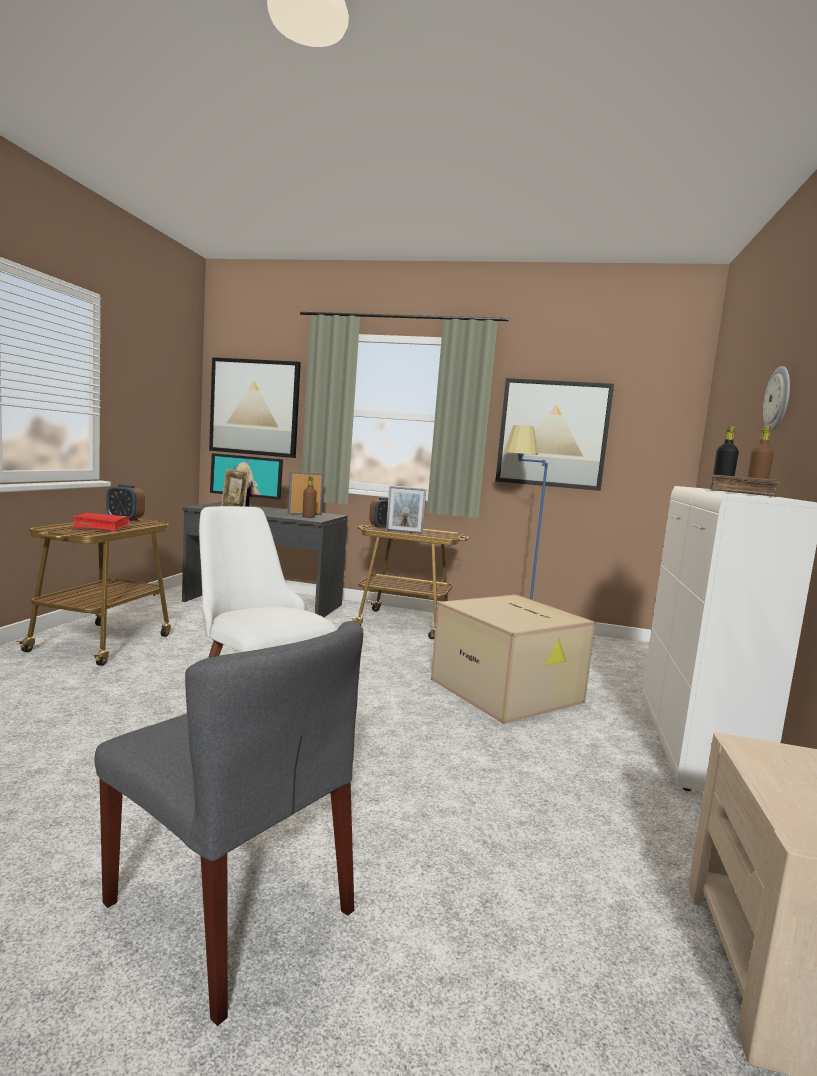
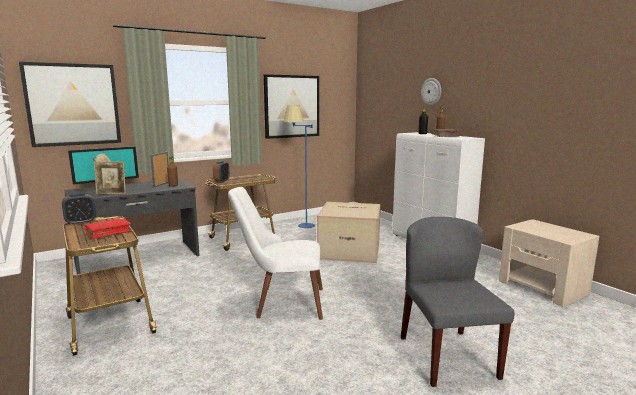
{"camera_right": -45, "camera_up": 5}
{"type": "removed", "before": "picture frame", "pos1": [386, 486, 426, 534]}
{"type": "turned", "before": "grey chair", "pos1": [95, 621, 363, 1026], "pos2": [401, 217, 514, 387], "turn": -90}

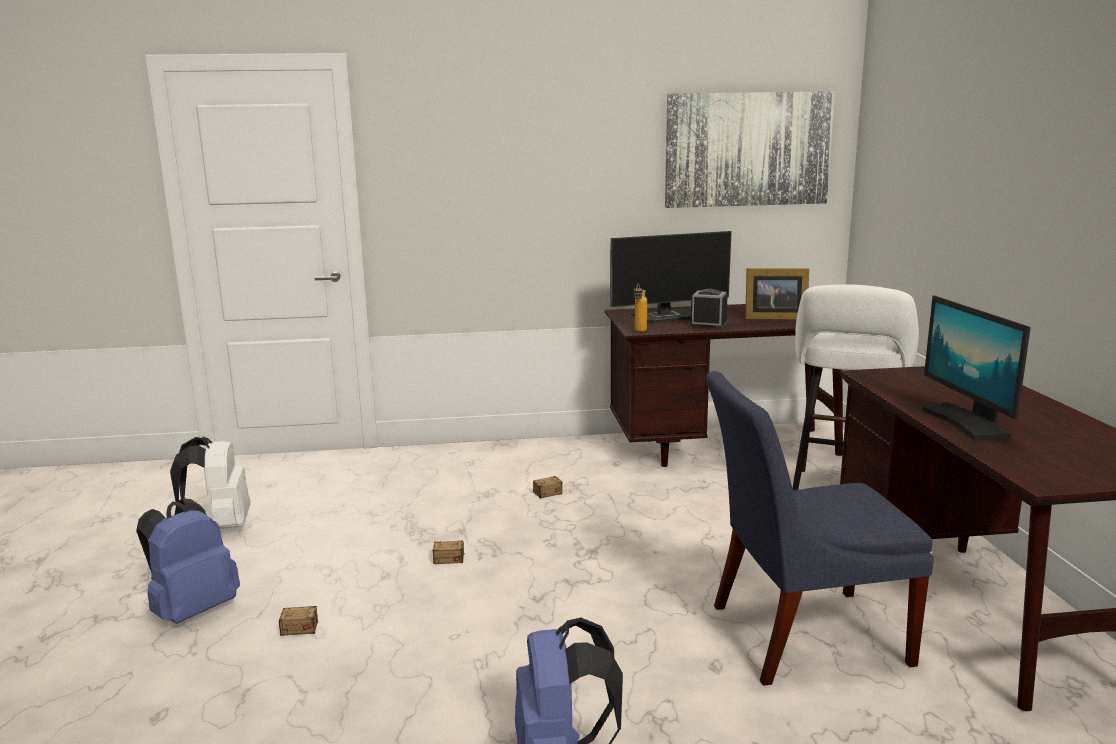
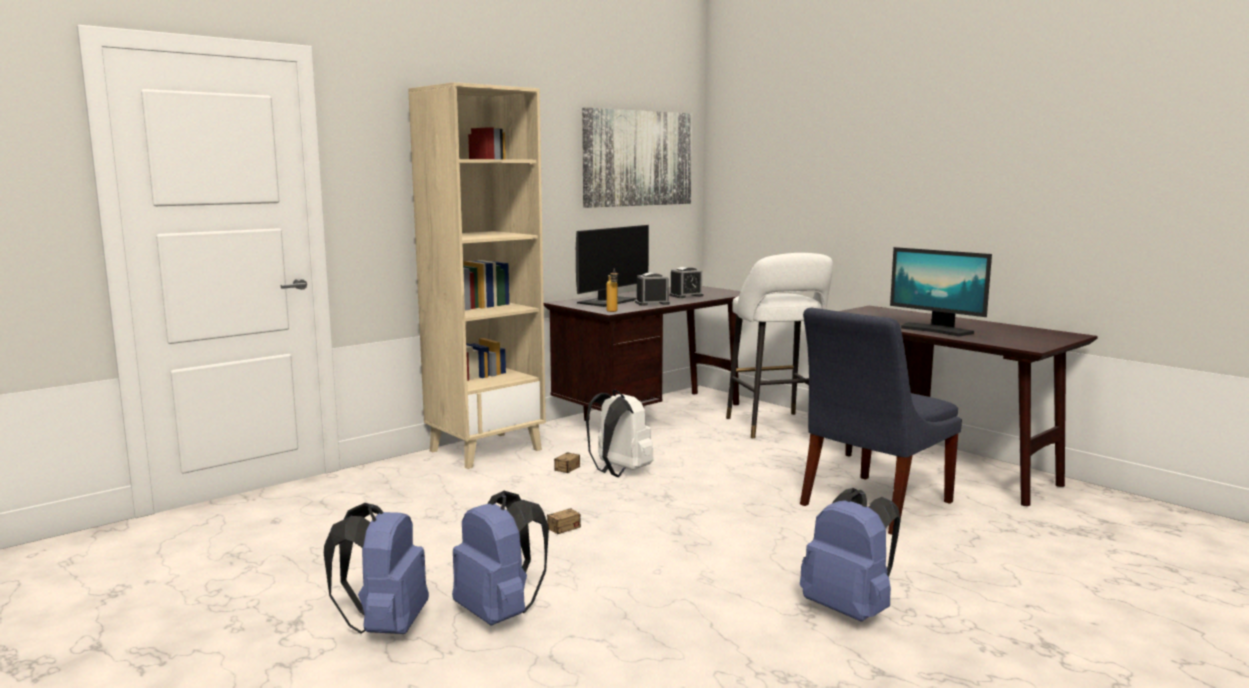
{"camera_right": -35, "camera_up": -5}
{"type": "added", "after": "beige bookcase", "pos2": [408, 82, 546, 469]}
{"type": "moved", "before": "white backpack", "pos1": [170, 437, 251, 529], "pos2": [586, 390, 654, 477]}
{"type": "replaced", "before": "storage box", "after": "blue backpack", "pos1": [226, 585, 318, 636], "pos2": [452, 491, 549, 625]}
{"type": "replaced", "before": "picture frame", "after": "alarm clock", "pos1": [745, 268, 809, 320], "pos2": [669, 267, 703, 298]}

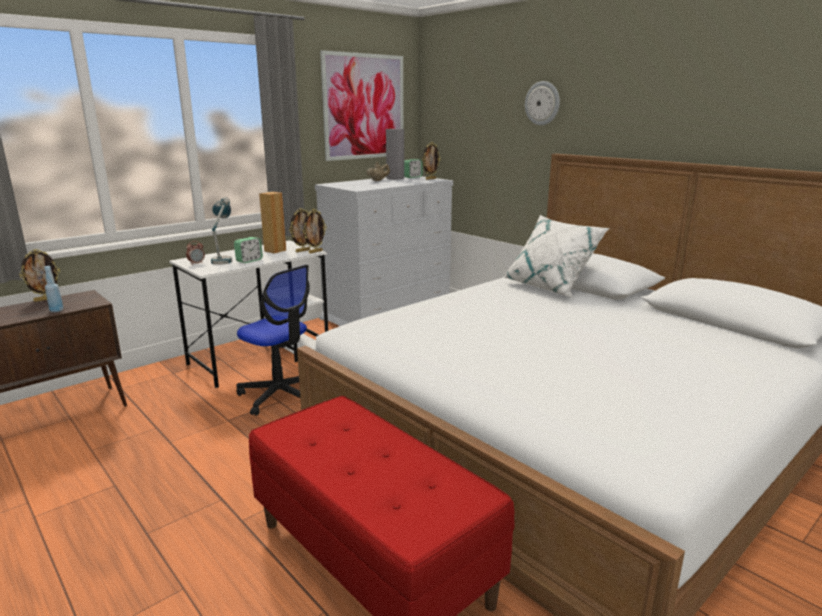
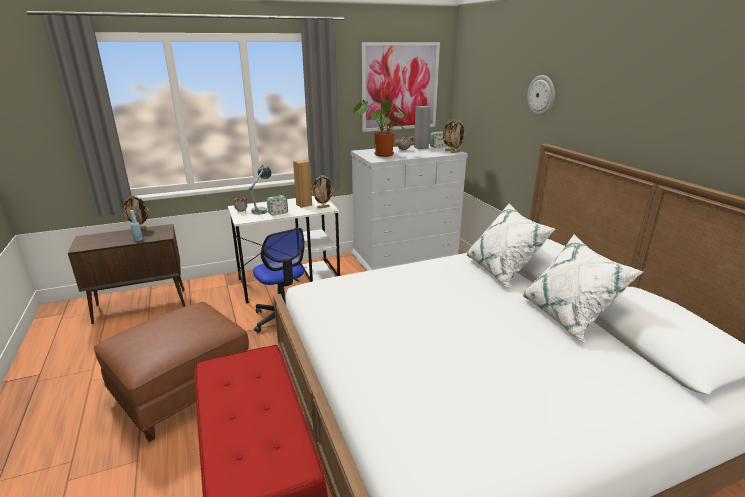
{"camera_right": 20, "camera_up": 5}
{"type": "added", "after": "brown ottoman", "pos2": [94, 302, 249, 442]}
{"type": "added", "after": "potted plant", "pos2": [353, 99, 412, 157]}
{"type": "added", "after": "white pillow", "pos2": [521, 235, 643, 343]}
{"type": "moved", "before": "picture frame", "pos1": [303, 209, 327, 254], "pos2": [448, 121, 466, 153]}

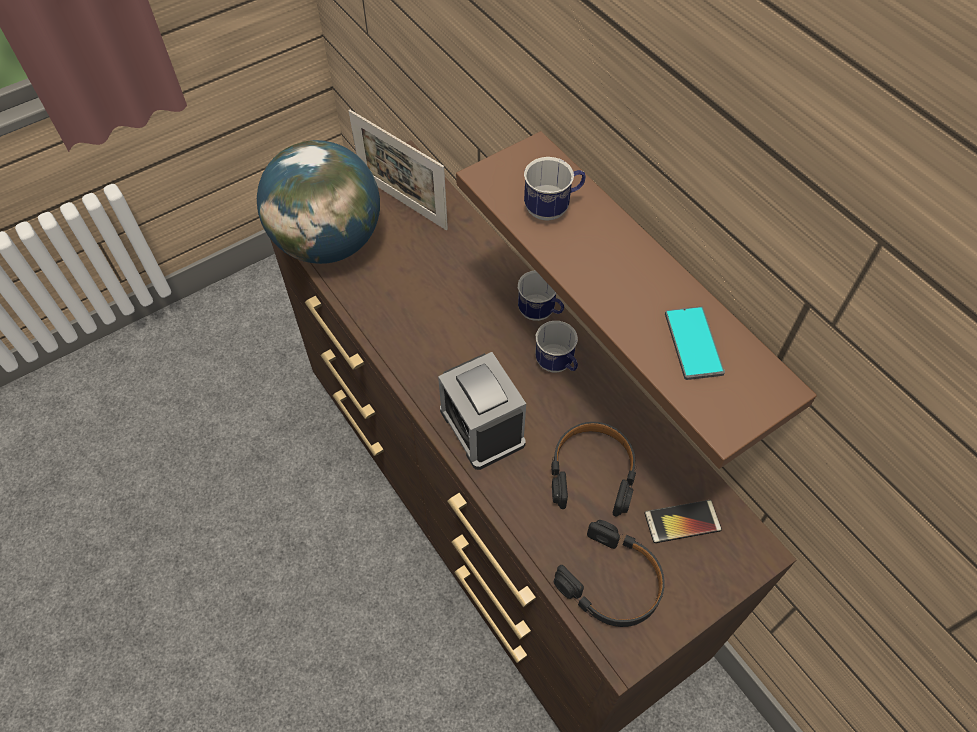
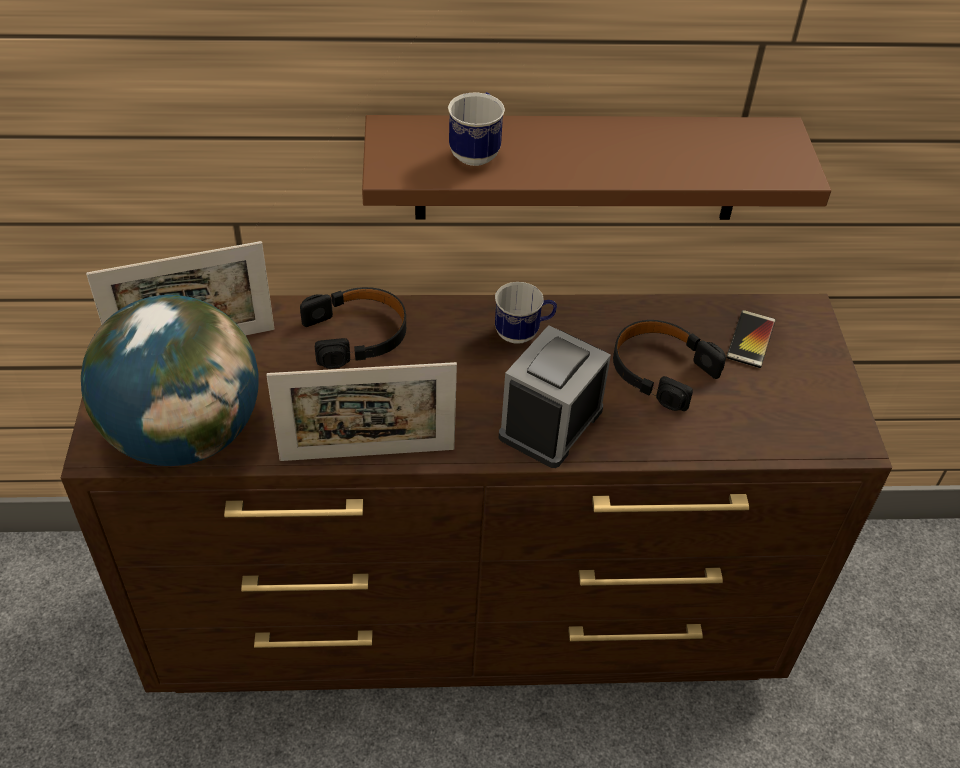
{"camera_right": -60, "camera_up": -10}
{"type": "removed", "before": "mug", "pos1": [518, 270, 564, 321]}
{"type": "removed", "before": "phone", "pos1": [665, 306, 725, 380]}
{"type": "added", "after": "picture frame", "pos2": [266, 362, 457, 461]}
{"type": "moved", "before": "black headphones", "pos1": [554, 520, 665, 627], "pos2": [300, 287, 406, 369]}
{"type": "turned", "before": "alarm clock", "pos1": [438, 352, 526, 470], "pos2": [499, 325, 611, 468], "turn": 120}

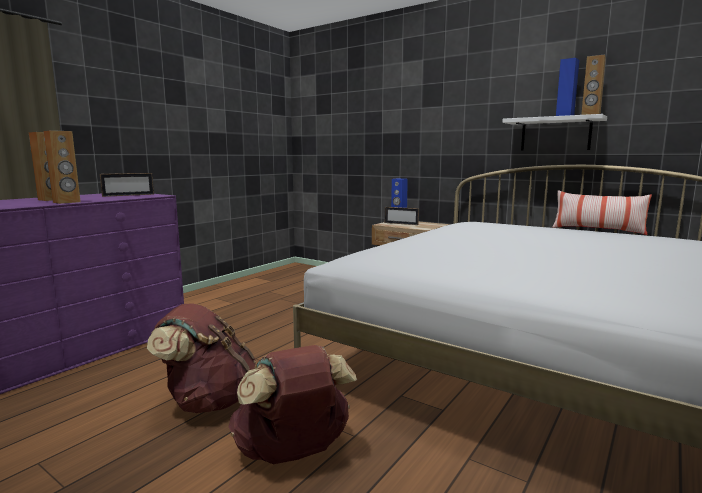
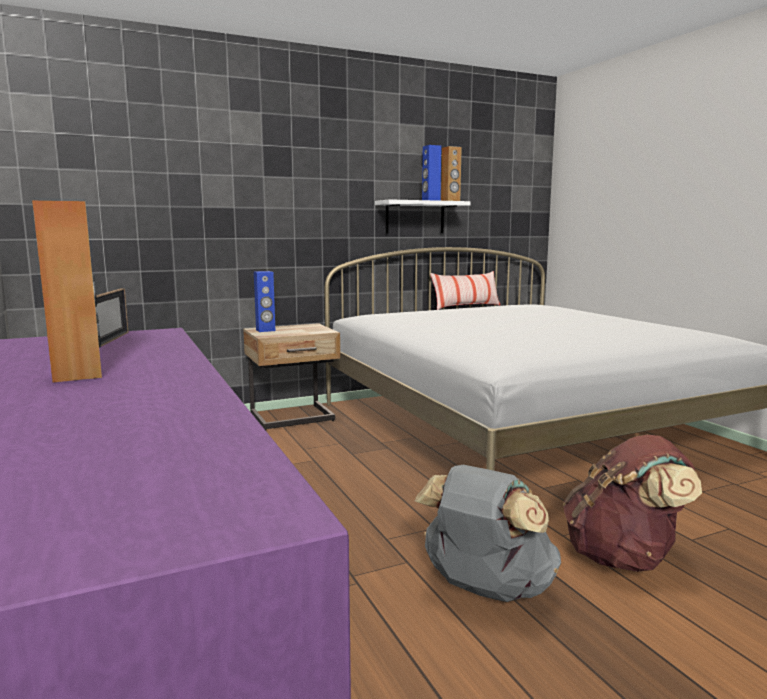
{"camera_right": -60, "camera_up": 0}
{"type": "removed", "before": "brown speaker", "pos1": [44, 130, 81, 204]}
{"type": "removed", "before": "picture frame", "pos1": [385, 207, 419, 225]}
{"type": "recoloured", "before": "brown backpack", "after": "grey backpack", "pos1": [147, 303, 256, 413], "pos2": [415, 465, 561, 602]}

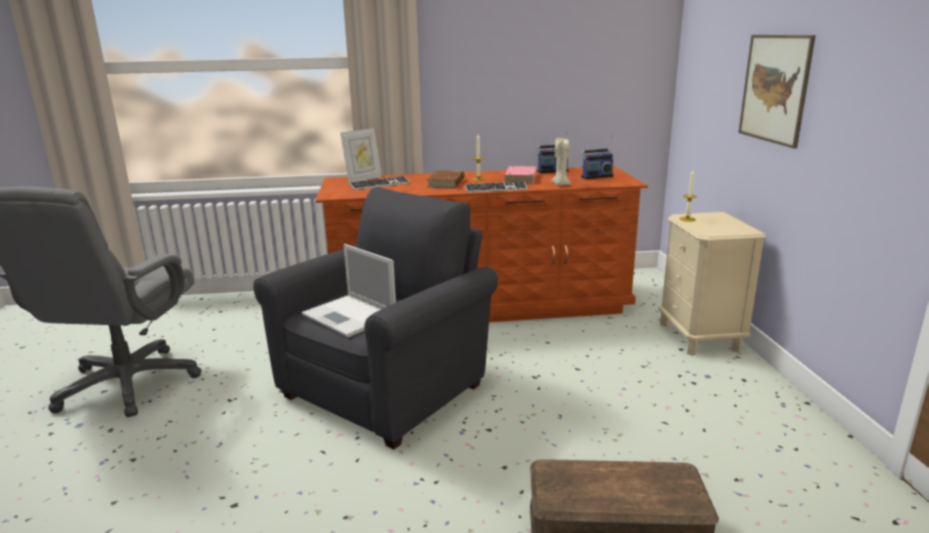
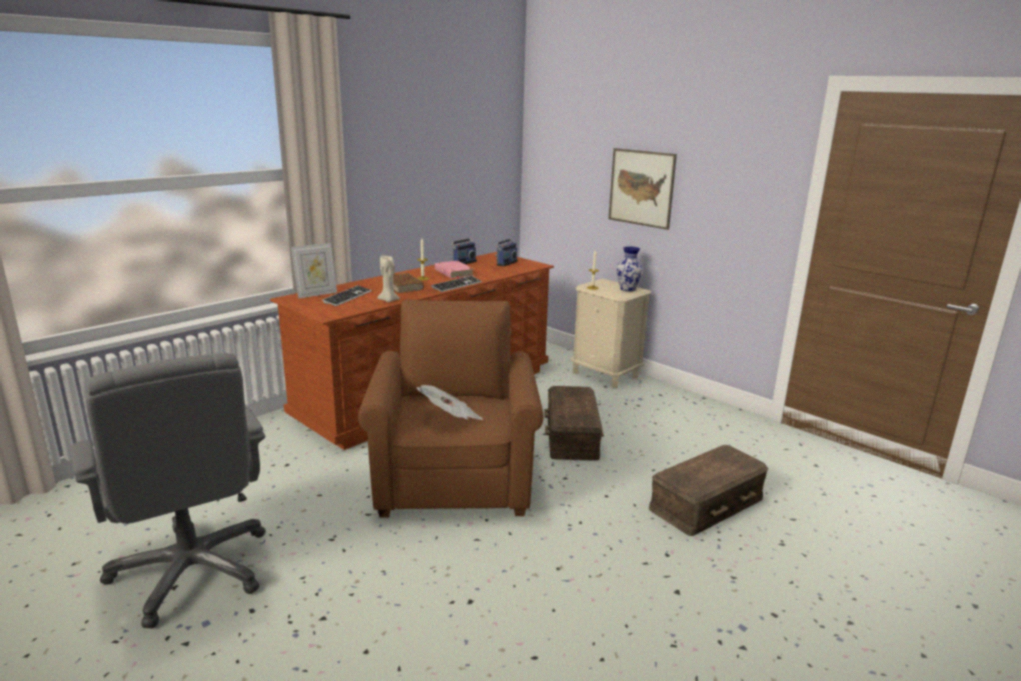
{"camera_right": -40, "camera_up": 0}
{"type": "added", "after": "brown storage box", "pos2": [544, 386, 604, 461]}
{"type": "added", "after": "vase", "pos2": [616, 246, 643, 291]}
{"type": "moved", "before": "beige candle", "pos1": [551, 138, 571, 186], "pos2": [378, 256, 400, 302]}
{"type": "replaced", "before": "laptop", "after": "newspaper", "pos1": [302, 244, 396, 337], "pos2": [416, 385, 483, 420]}
{"type": "recoloured", "before": "grey armchair", "after": "brown armchair", "pos1": [253, 188, 498, 449], "pos2": [358, 299, 544, 517]}
{"type": "turned", "before": "picture frame", "pos1": [340, 128, 382, 182], "pos2": [291, 243, 337, 299], "turn": 45}

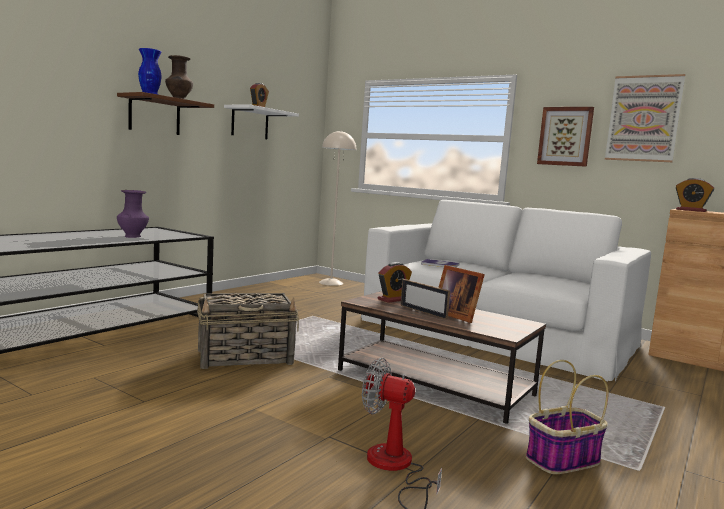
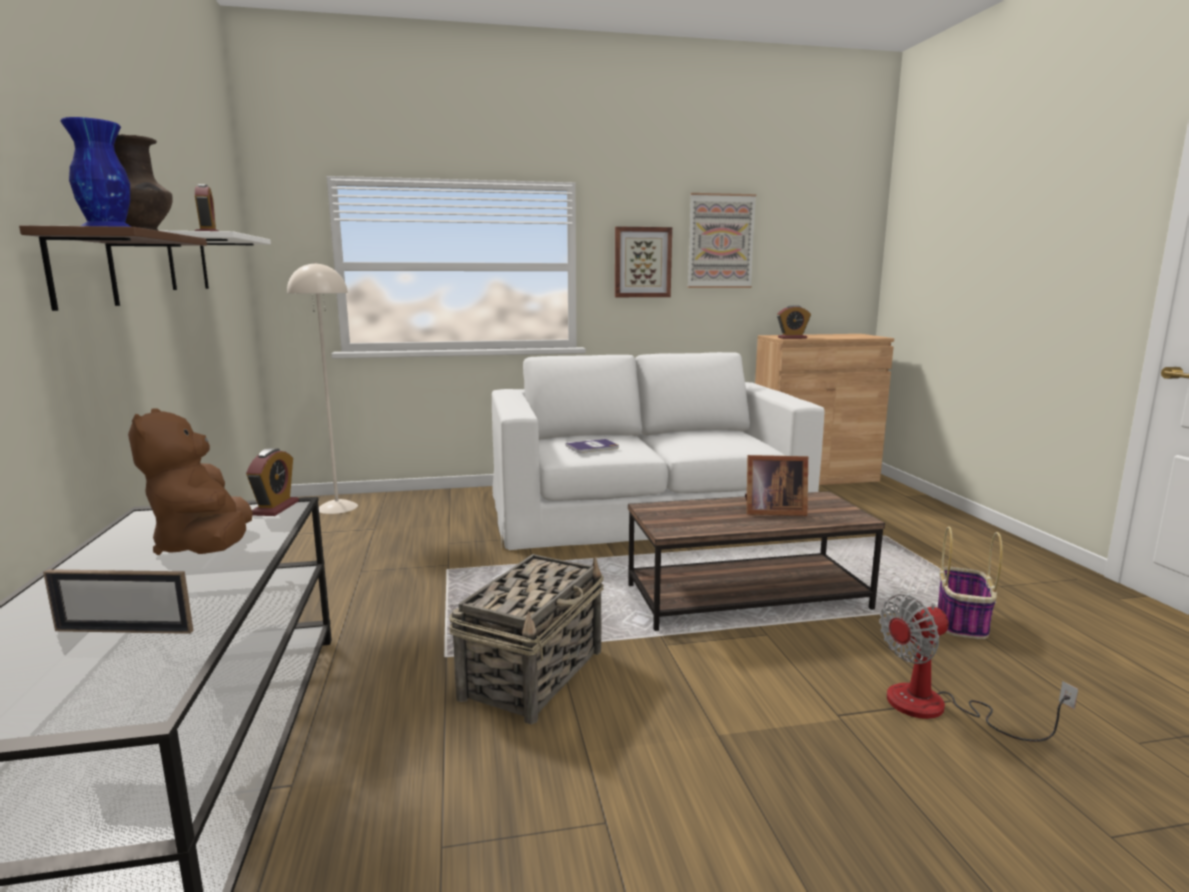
{"camera_right": -45, "camera_up": 5}
{"type": "moved", "before": "alarm clock", "pos1": [378, 262, 412, 303], "pos2": [246, 448, 299, 516]}
{"type": "moved", "before": "picture frame", "pos1": [400, 279, 450, 320], "pos2": [43, 569, 194, 634]}
{"type": "replaced", "before": "purple vase", "after": "brown plush toy", "pos1": [117, 190, 149, 238], "pos2": [128, 409, 253, 555]}

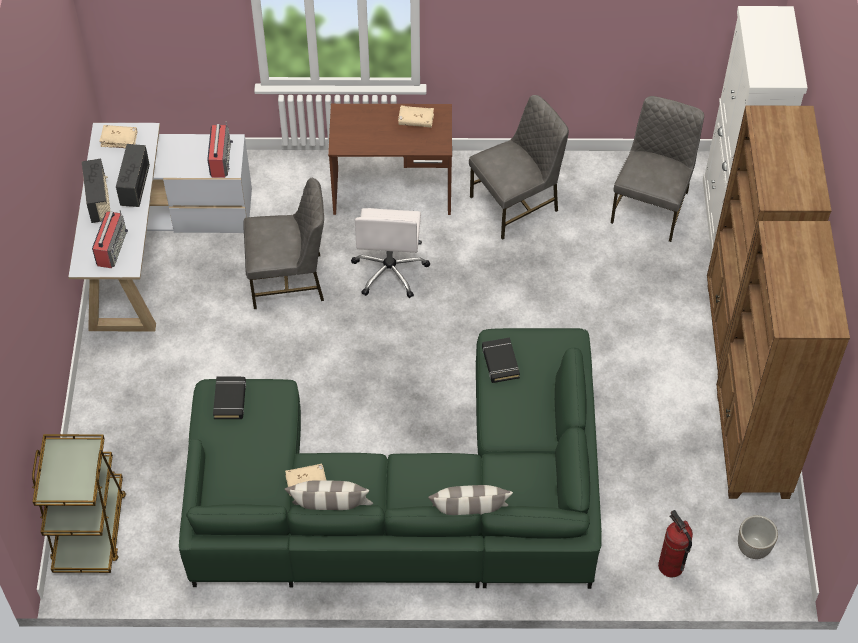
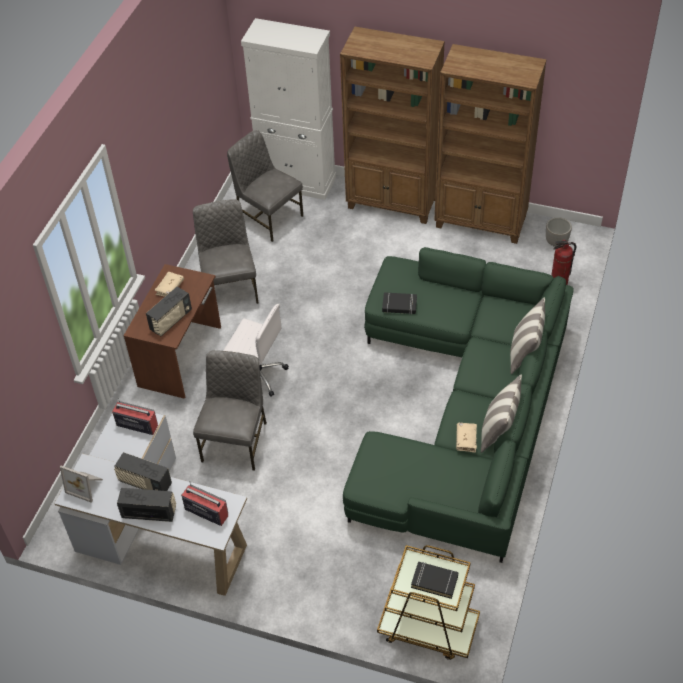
{"camera_right": -70, "camera_up": -5}
{"type": "added", "after": "radio", "pos2": [146, 287, 192, 336]}
{"type": "moved", "before": "black book", "pos1": [213, 377, 246, 419], "pos2": [411, 562, 458, 599]}
{"type": "replaced", "before": "beige book", "after": "picture frame", "pos1": [99, 125, 138, 148], "pos2": [60, 466, 103, 503]}

